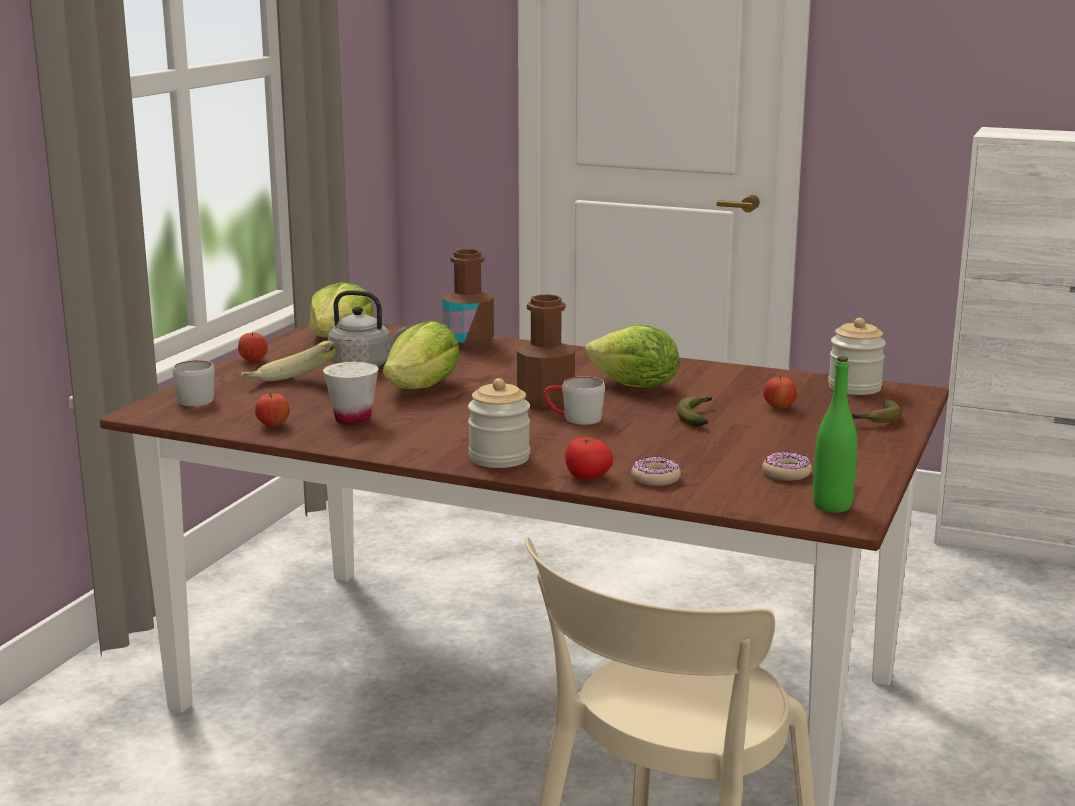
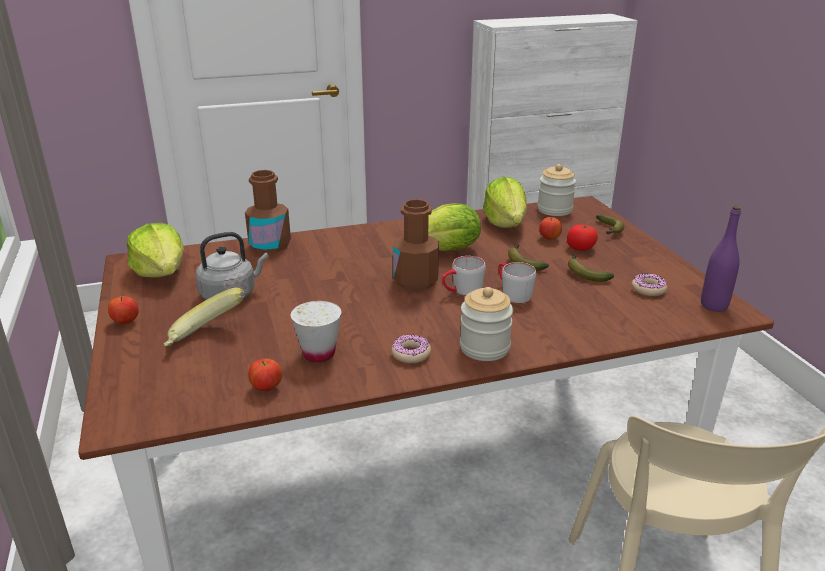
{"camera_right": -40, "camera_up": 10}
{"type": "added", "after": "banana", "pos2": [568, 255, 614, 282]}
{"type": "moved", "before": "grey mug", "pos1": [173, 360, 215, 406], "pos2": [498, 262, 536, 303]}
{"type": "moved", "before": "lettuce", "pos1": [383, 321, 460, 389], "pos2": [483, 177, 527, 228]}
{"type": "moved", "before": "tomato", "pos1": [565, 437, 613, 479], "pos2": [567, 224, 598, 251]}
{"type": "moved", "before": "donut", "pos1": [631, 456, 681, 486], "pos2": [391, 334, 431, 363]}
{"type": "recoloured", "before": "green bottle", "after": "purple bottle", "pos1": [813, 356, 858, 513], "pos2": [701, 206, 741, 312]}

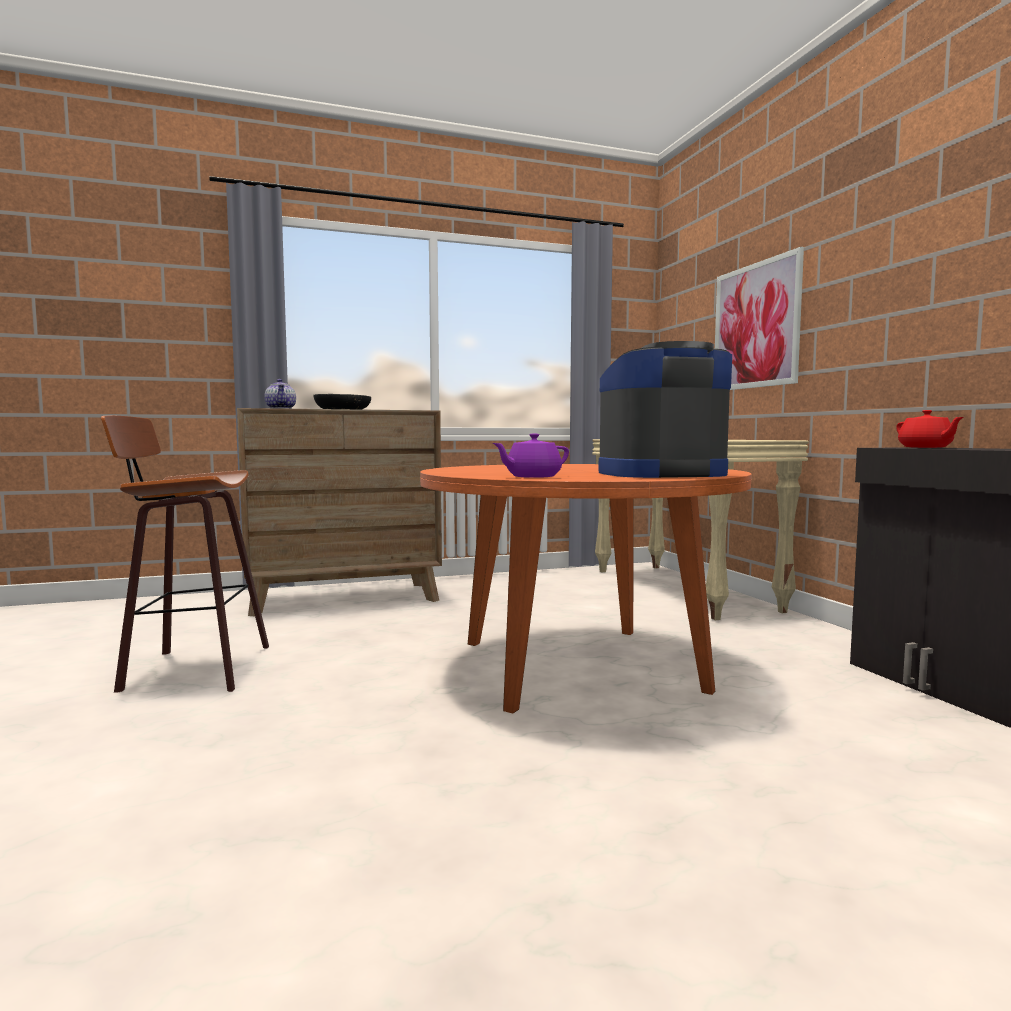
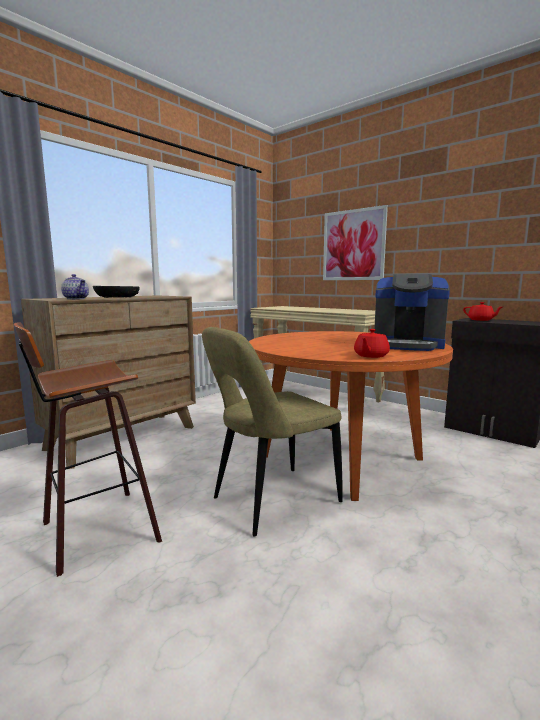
{"camera_right": -30, "camera_up": 5}
{"type": "added", "after": "beige chair", "pos2": [202, 327, 343, 537]}
{"type": "recoloured", "before": "purple teapot", "after": "red teapot", "pos1": [493, 433, 569, 478], "pos2": [354, 329, 390, 358]}
{"type": "turned", "before": "coffee machine", "pos1": [599, 341, 732, 478], "pos2": [374, 274, 450, 351], "turn": -120}

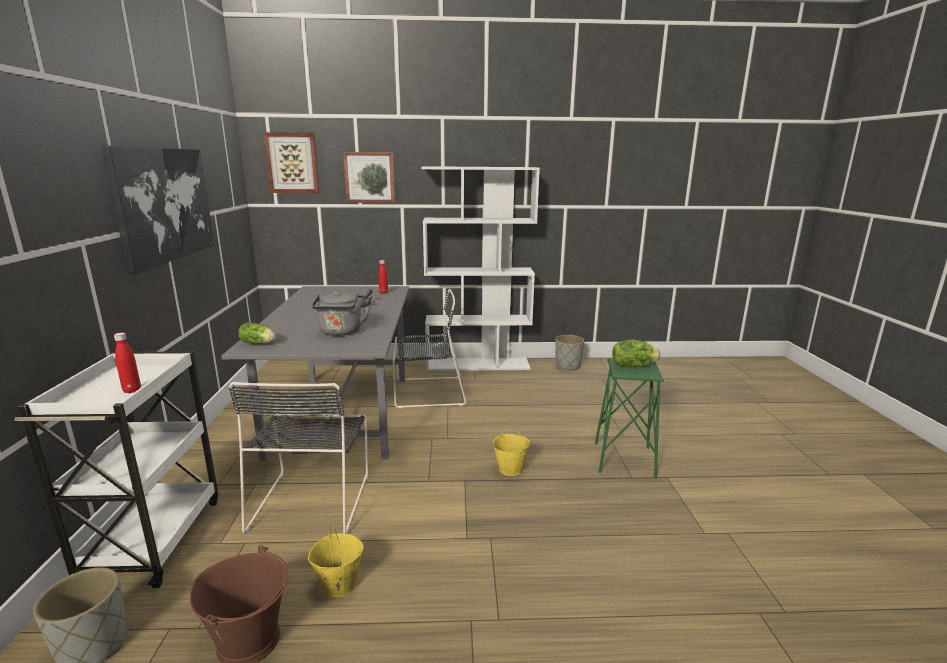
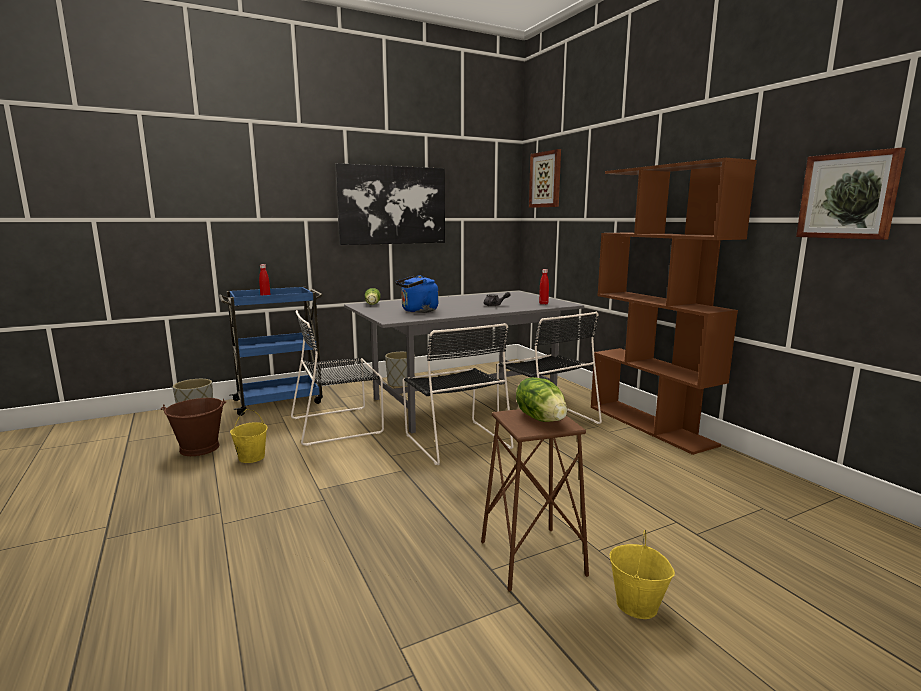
{"camera_right": 65, "camera_up": -5}
{"type": "added", "after": "black chair", "pos2": [402, 323, 514, 465]}
{"type": "moved", "before": "picture", "pos1": [343, 152, 395, 203], "pos2": [796, 147, 906, 240]}
{"type": "moved", "before": "yellow bucket", "pos1": [493, 423, 530, 476], "pos2": [610, 530, 675, 619]}
{"type": "moved", "before": "grey planter", "pos1": [555, 335, 584, 370], "pos2": [385, 352, 415, 387]}
{"type": "recoloured", "before": "white cart", "after": "blue cart", "pos1": [14, 351, 218, 588], "pos2": [219, 287, 323, 416]}
{"type": "recoloured", "before": "grey kettle", "after": "blue kettle", "pos1": [312, 292, 370, 336], "pos2": [395, 275, 438, 313]}
{"type": "recoloured", "before": "white bookcase", "after": "brown bookcase", "pos1": [421, 166, 540, 371], "pos2": [591, 158, 757, 455]}
{"type": "recoloured", "before": "green stool", "after": "brown stool", "pos1": [595, 358, 664, 478], "pos2": [481, 409, 589, 592]}

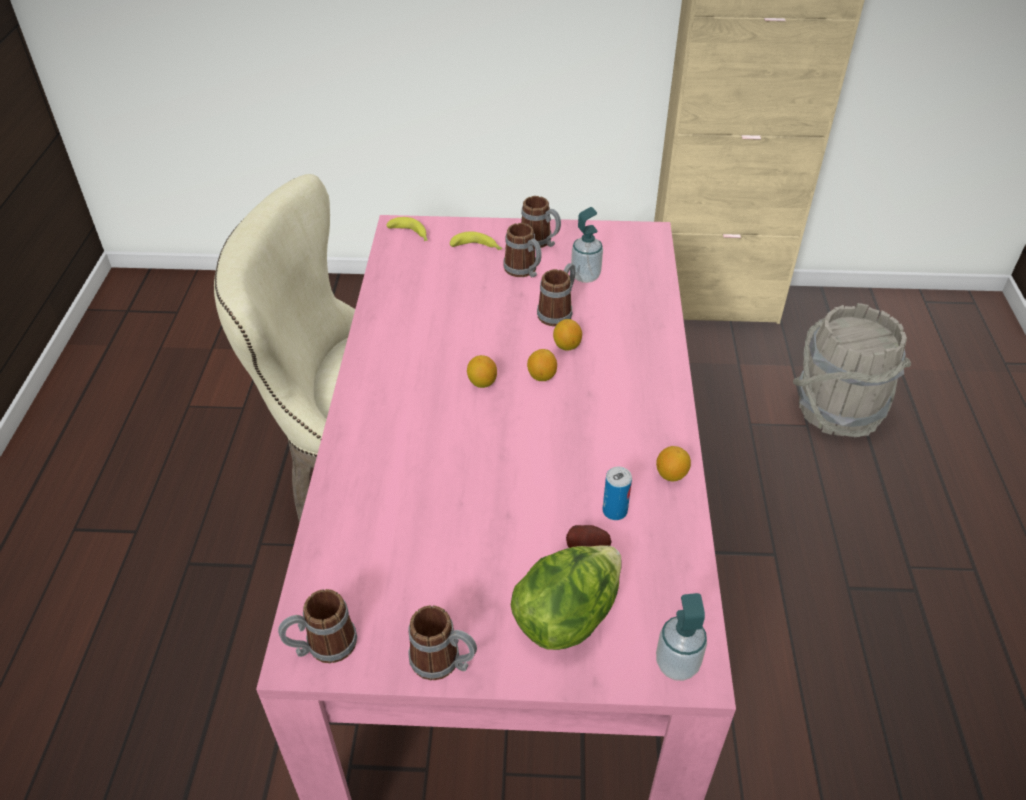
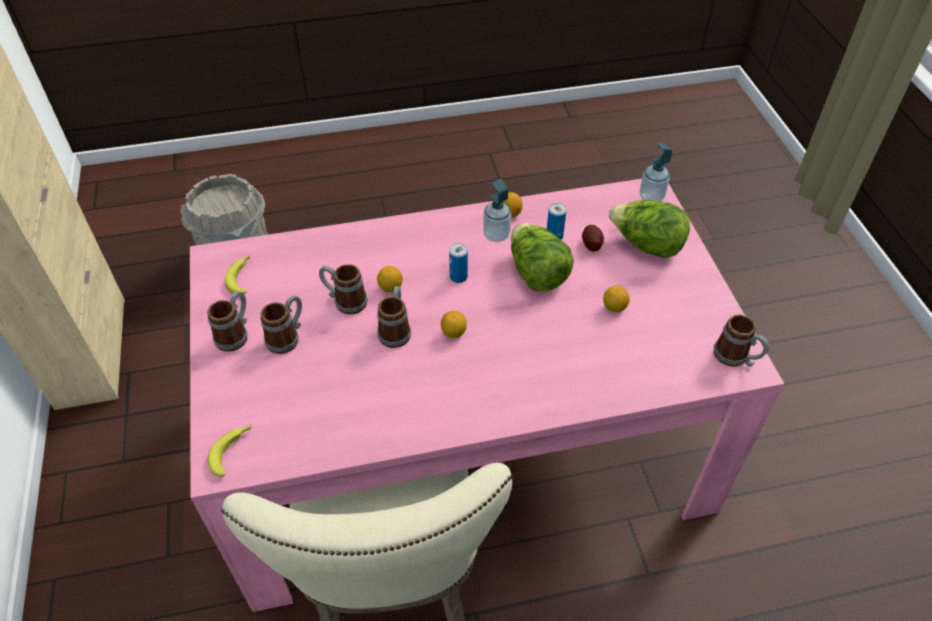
{"camera_right": -105, "camera_up": 5}
{"type": "added", "after": "can", "pos2": [449, 243, 468, 283]}
{"type": "added", "after": "lettuce", "pos2": [511, 223, 574, 292]}
{"type": "moved", "before": "mug", "pos1": [408, 605, 477, 680], "pos2": [377, 286, 411, 348]}
{"type": "moved", "before": "banana", "pos1": [450, 231, 503, 250], "pos2": [225, 254, 250, 294]}
{"type": "moved", "before": "lemon", "pos1": [527, 349, 557, 381], "pos2": [603, 285, 630, 313]}
{"type": "moved", "before": "soap dispenser", "pos1": [571, 207, 603, 283], "pos2": [483, 179, 511, 242]}

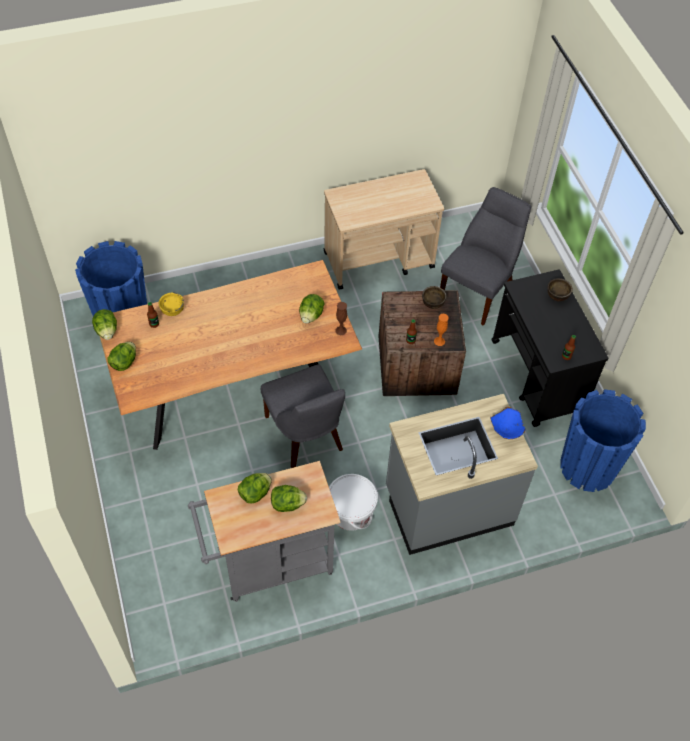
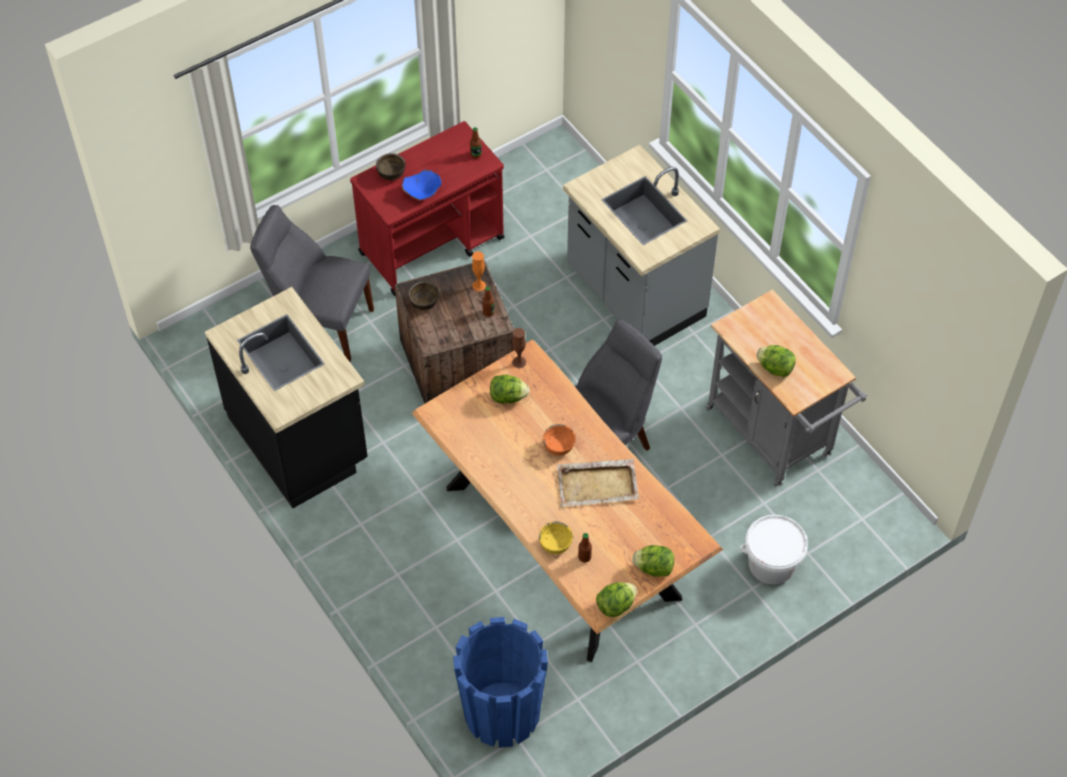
{"camera_right": -105, "camera_up": 0}
{"type": "removed", "before": "lettuce", "pos1": [271, 485, 307, 512]}
{"type": "removed", "before": "blue planter", "pos1": [560, 389, 646, 492]}
{"type": "added", "after": "orange bowl", "pos2": [543, 424, 575, 456]}
{"type": "added", "after": "beige tray", "pos2": [557, 459, 639, 507]}
{"type": "moved", "before": "white bucket", "pos1": [329, 474, 378, 531], "pos2": [740, 515, 808, 584]}
{"type": "moved", "before": "blue bowl", "pos1": [490, 407, 526, 439], "pos2": [402, 169, 441, 200]}
{"type": "replaced", "before": "beige cart", "after": "black counter", "pos1": [323, 169, 444, 290], "pos2": [205, 287, 368, 508]}
{"type": "recoloured", "before": "black cart", "after": "red cart", "pos1": [491, 270, 608, 427], "pos2": [350, 121, 505, 296]}

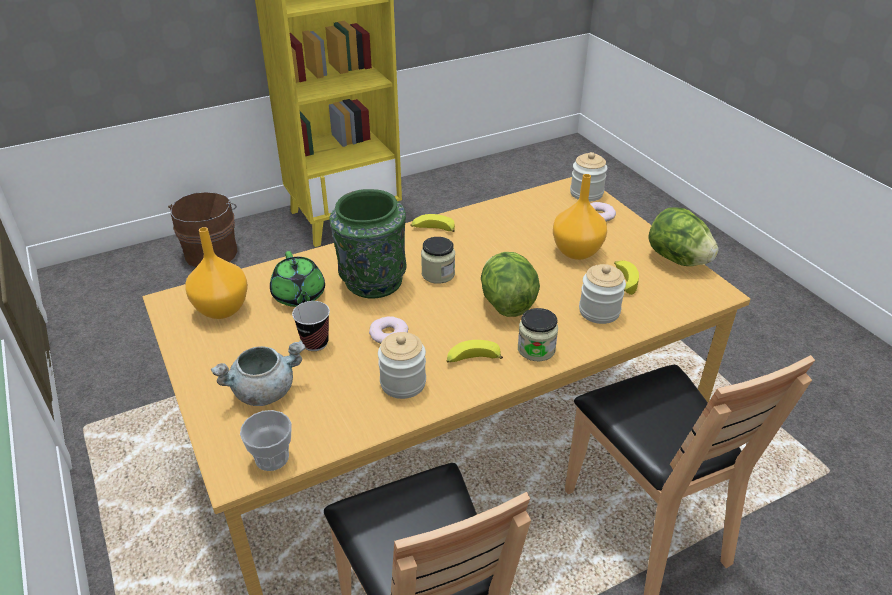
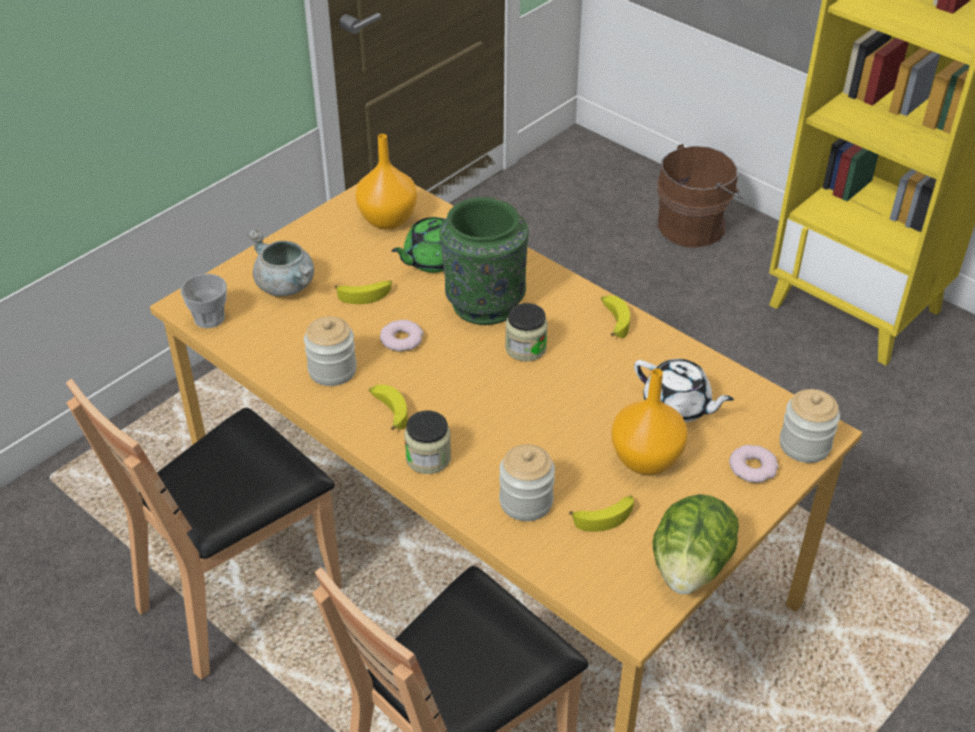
{"camera_right": 70, "camera_up": 5}
{"type": "removed", "before": "lettuce", "pos1": [481, 252, 540, 317]}
{"type": "added", "after": "white teapot", "pos2": [634, 359, 734, 422]}
{"type": "replaced", "before": "cup", "after": "banana", "pos1": [292, 301, 330, 351], "pos2": [334, 280, 392, 304]}

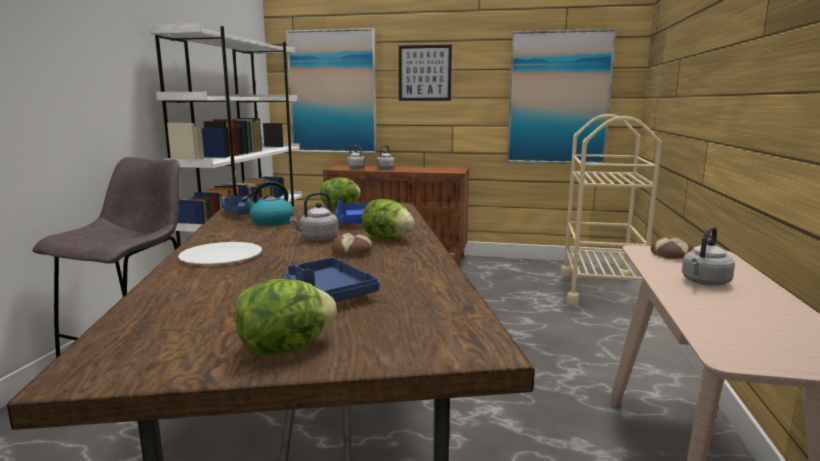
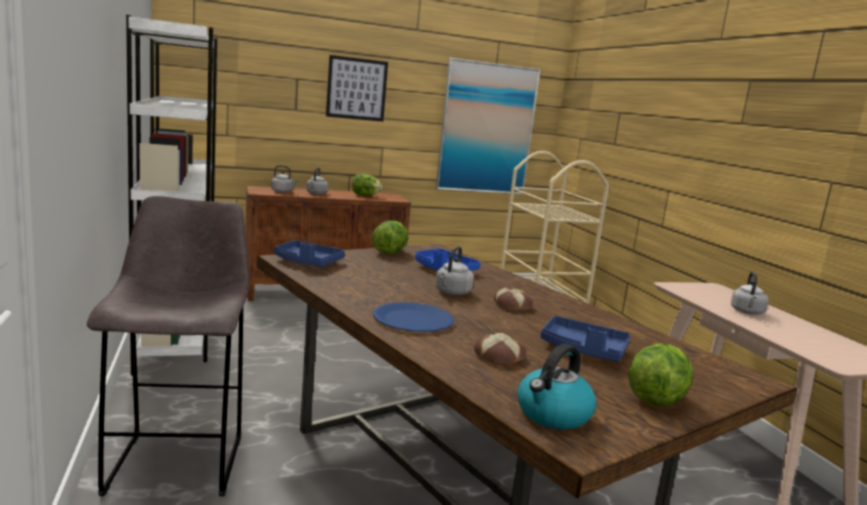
{"camera_right": -30, "camera_up": 0}
{"type": "removed", "before": "picture", "pos1": [286, 28, 377, 153]}
{"type": "moved", "before": "kettle", "pos1": [241, 181, 294, 226], "pos2": [517, 344, 596, 429]}
{"type": "moved", "before": "lettuce", "pos1": [362, 199, 415, 239], "pos2": [352, 174, 382, 196]}
{"type": "moved", "before": "bread", "pos1": [651, 237, 694, 259], "pos2": [474, 333, 526, 365]}
{"type": "recoloured", "before": "white plate", "after": "blue plate", "pos1": [178, 242, 262, 265], "pos2": [373, 302, 454, 332]}

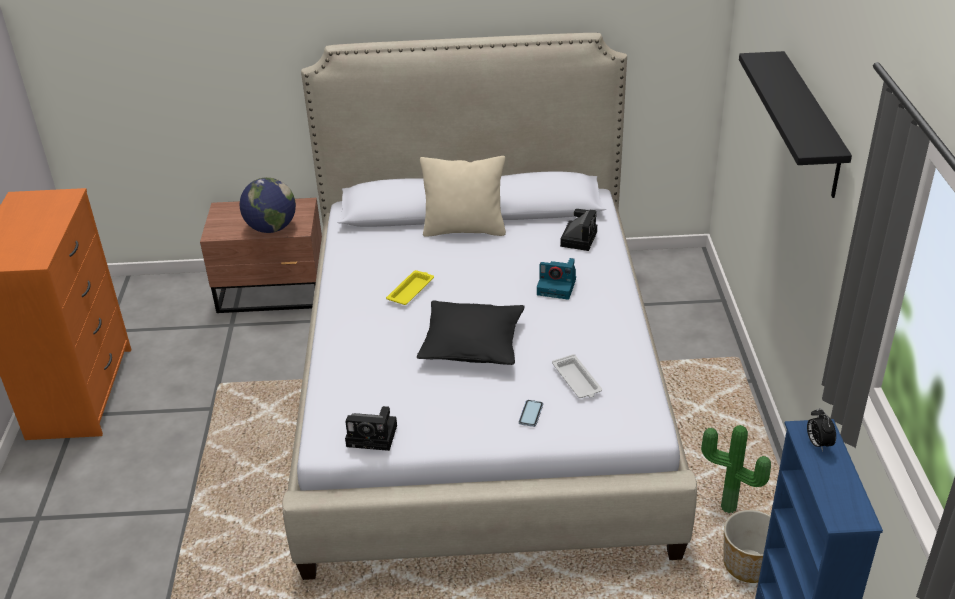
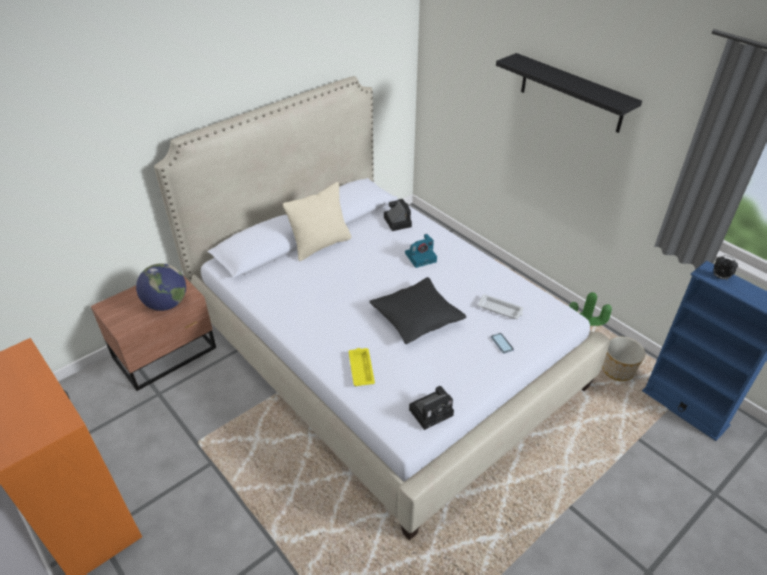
{"camera_right": -40, "camera_up": 5}
{"type": "moved", "before": "yellow tray", "pos1": [386, 270, 434, 305], "pos2": [349, 348, 375, 386]}

